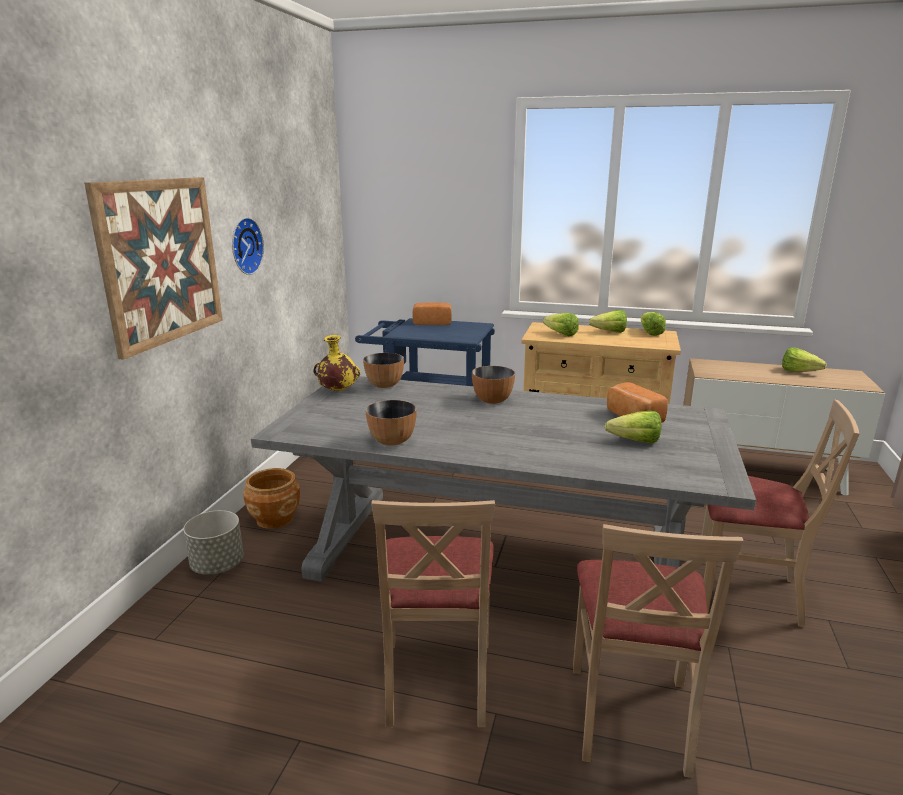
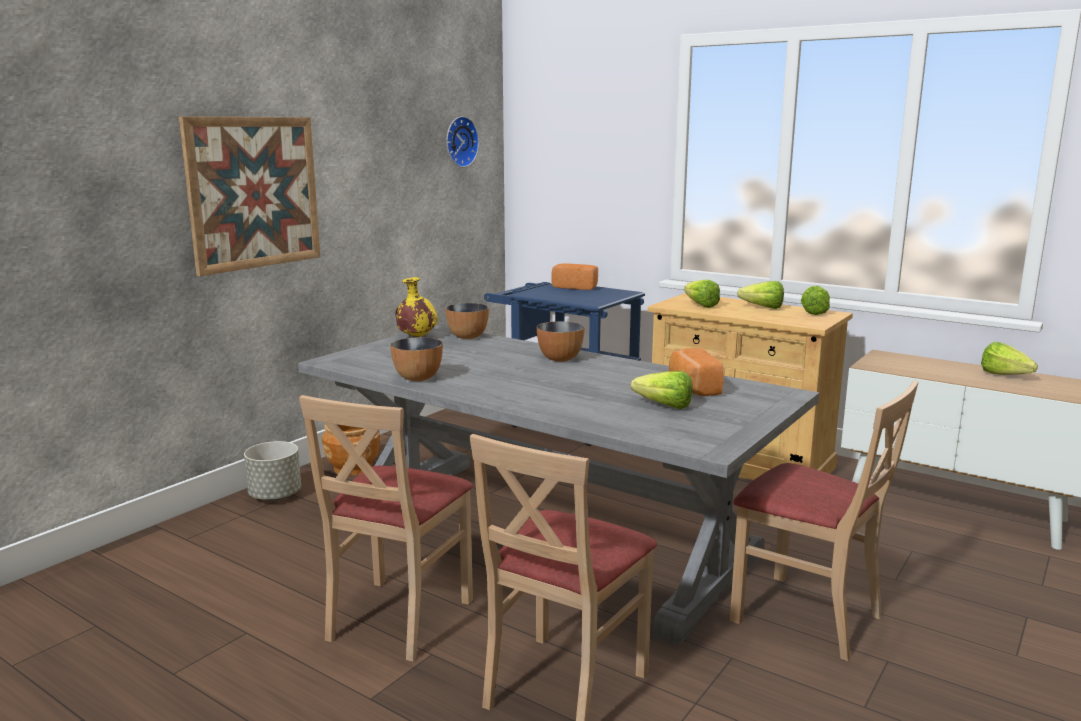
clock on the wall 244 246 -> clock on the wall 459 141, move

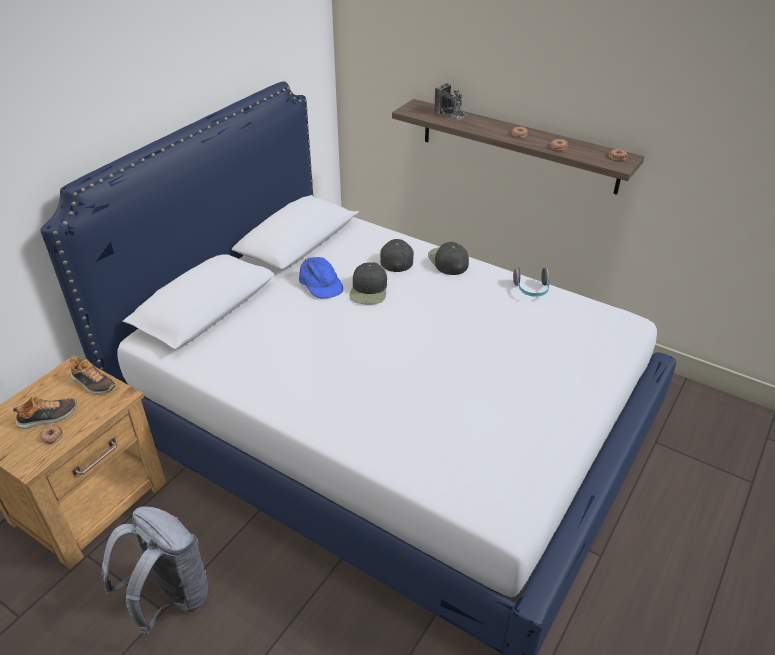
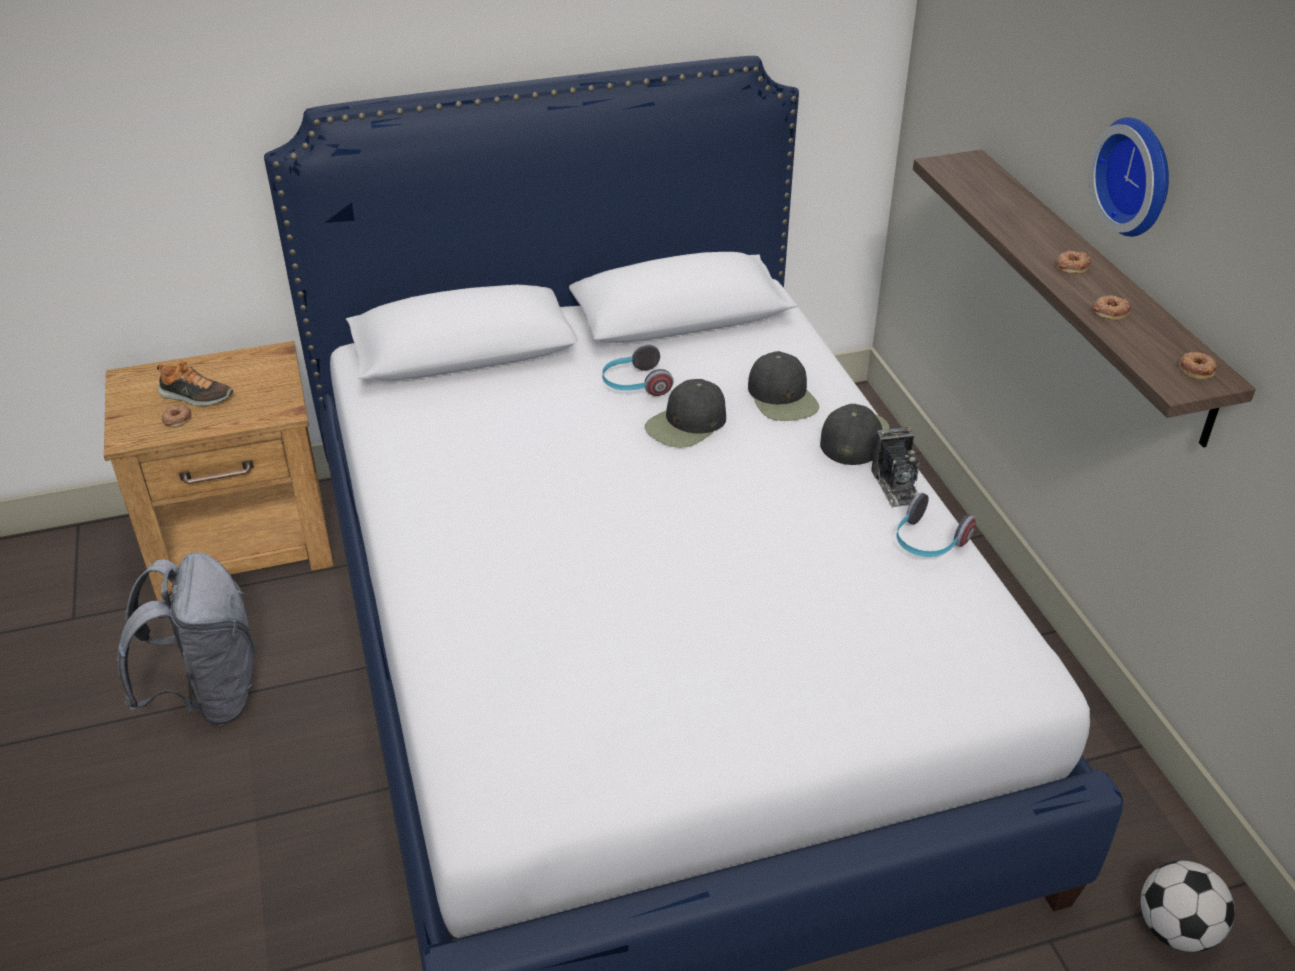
photo camera 451 113 -> photo camera 897 486, move
black-coloured baseball cap 396 257 -> black-coloured baseball cap 783 397, 120 degrees clockwise
blue baseball cap 320 283 -> headphones 635 385
low shoe 93 384 -> none
none -> clock on the wall 1138 176
none -> football 1175 930

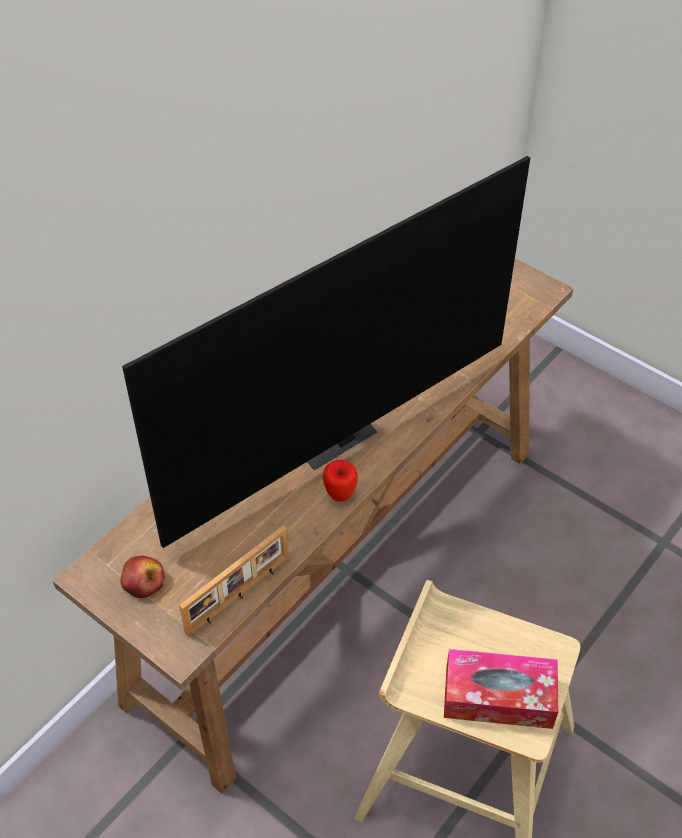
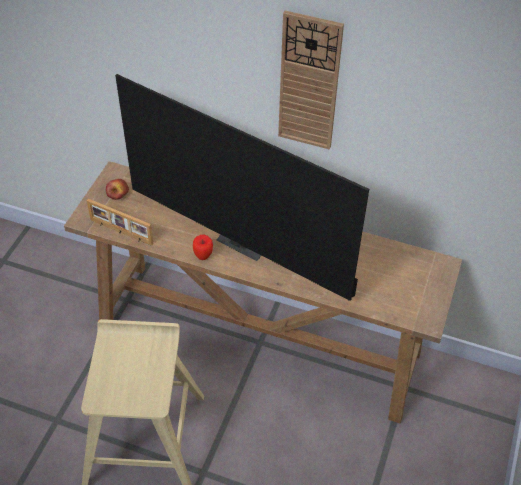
box of tissues 498 697 -> none
none -> clock on the wall 309 82

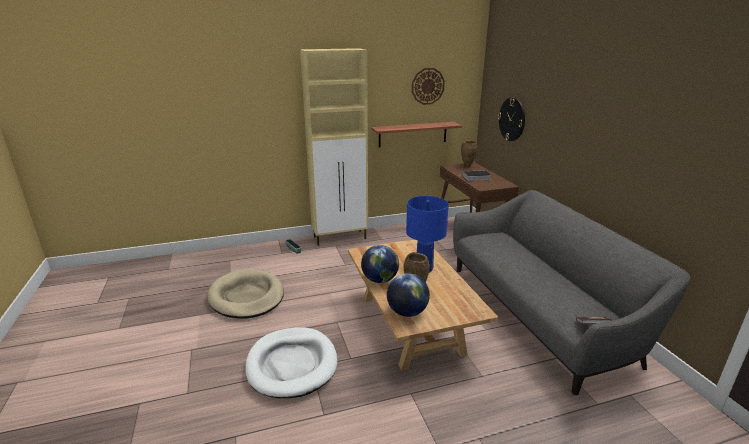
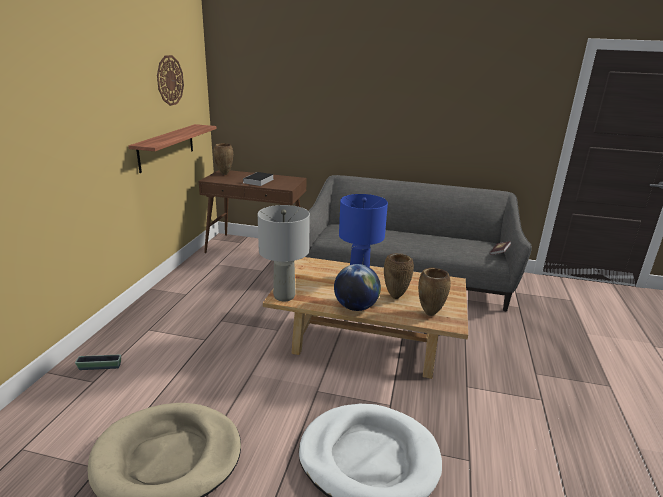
beige-coloured cupboard 340 238 -> none
clock on the wall 512 119 -> none
desk globe 407 312 -> brownish flower vase 429 314
none -> greyish table lamp 284 296

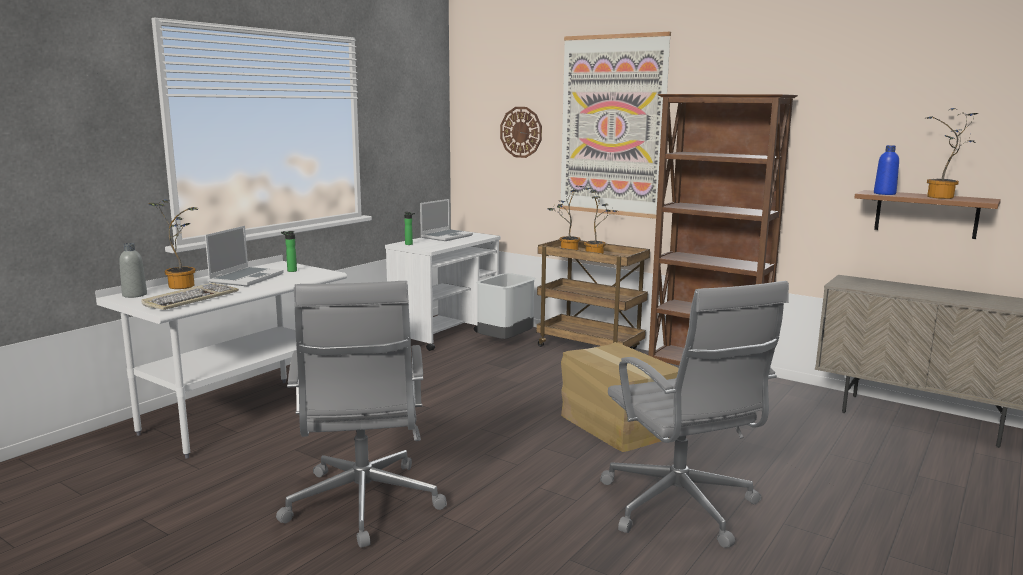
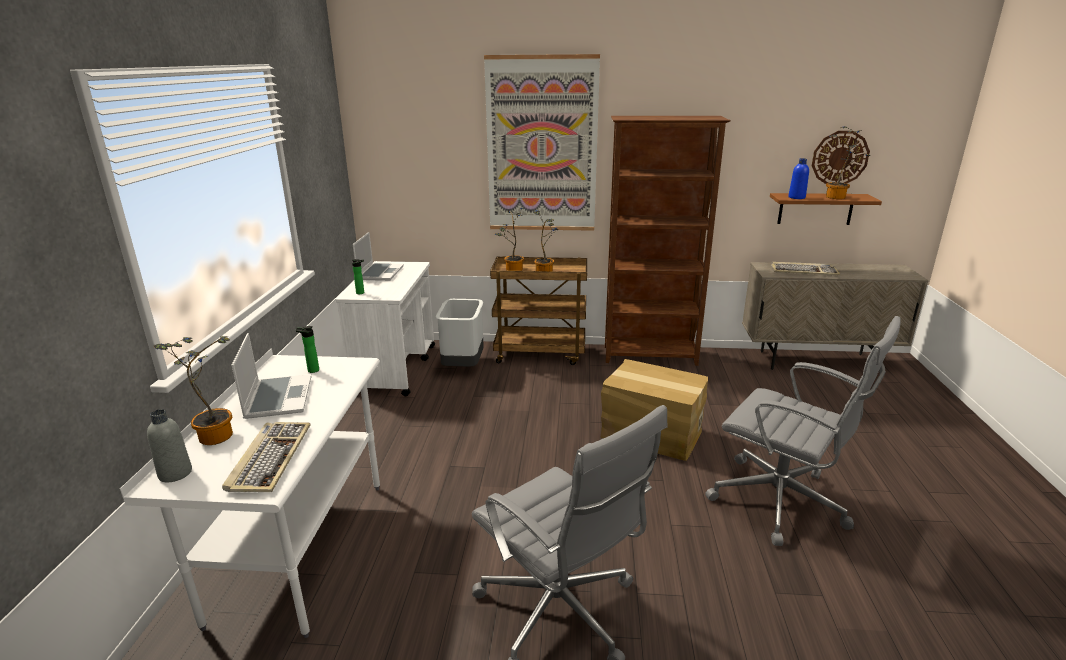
clock on the wall 521 132 -> clock on the wall 840 158, move
none -> keyboard 804 271

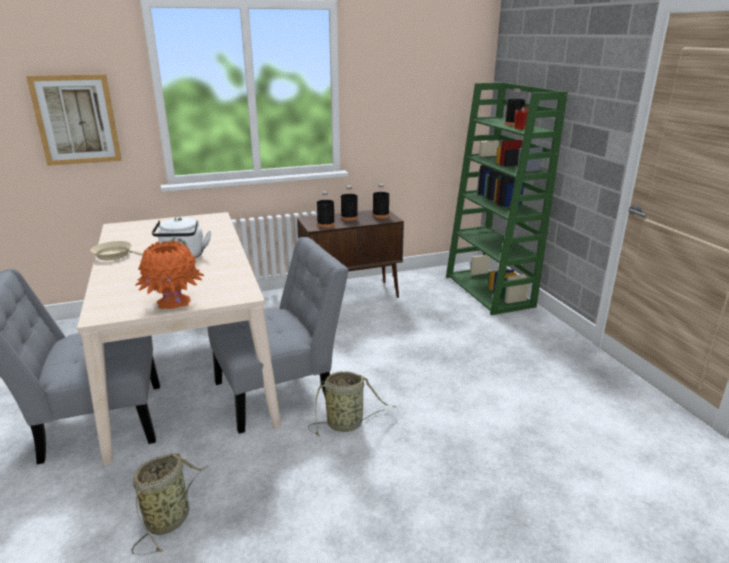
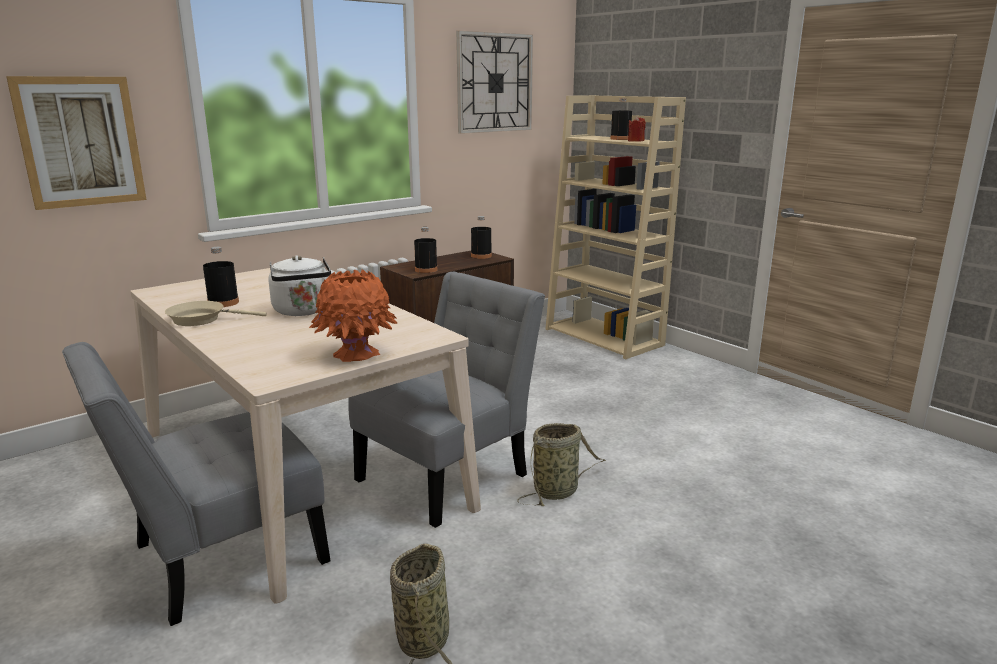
green shelving unit 490 291 -> beige-coloured shelving unit 605 337
black-coloured bottle 349 218 -> black-coloured bottle 223 303, move
none -> clock on the wall 494 83

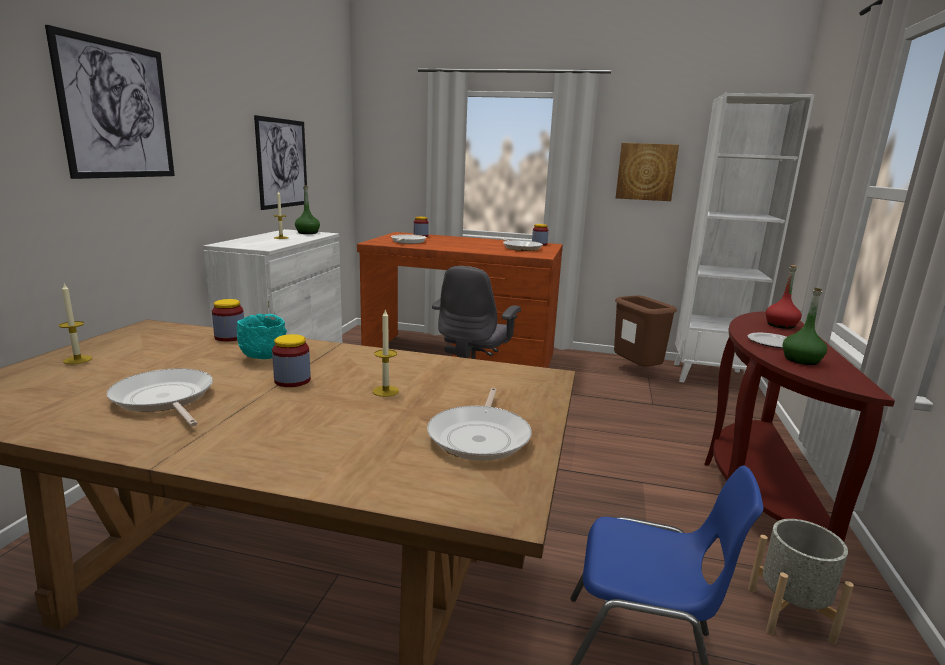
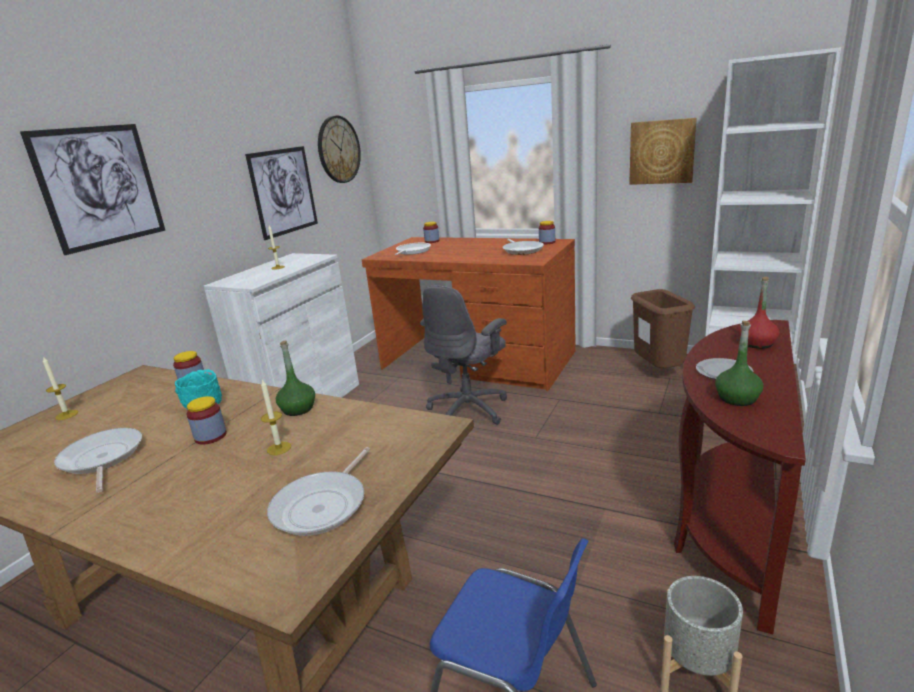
green bottle 307 233 -> green bottle 298 409, move
none -> clock on the wall 338 149

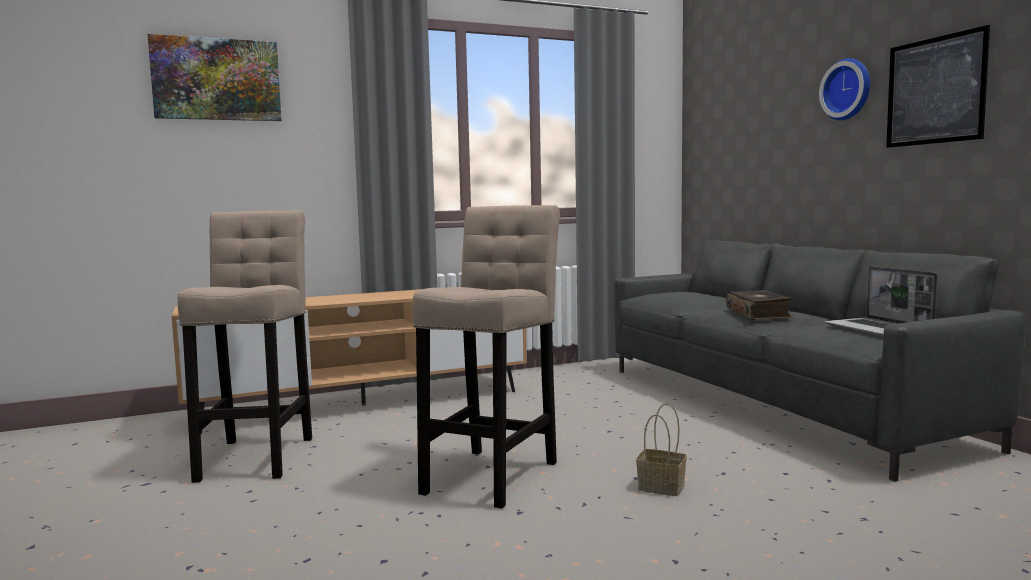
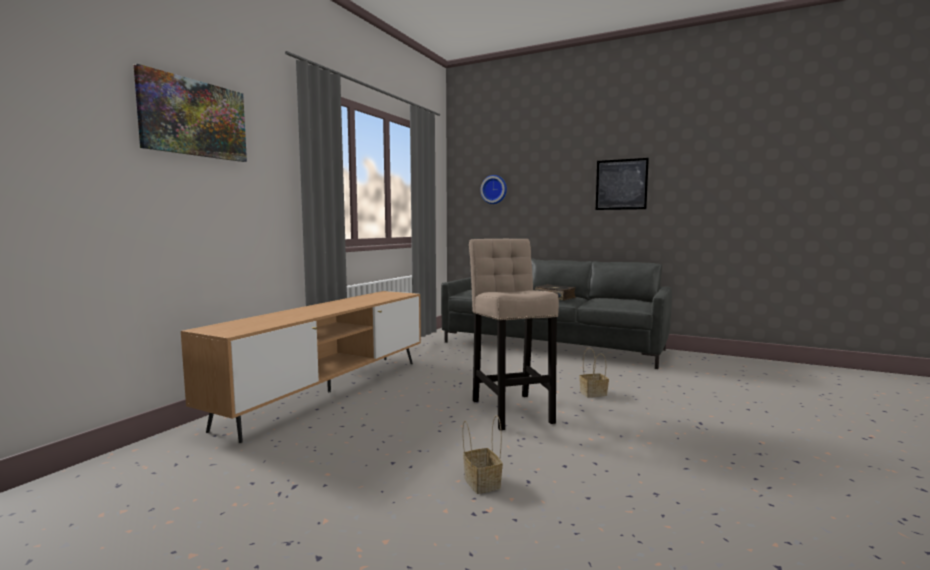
clock on the wall 848 89 -> clock on the wall 494 189, move
beige-coloured stool 258 456 -> none
notebook computer 879 330 -> none
none -> household basket 481 482

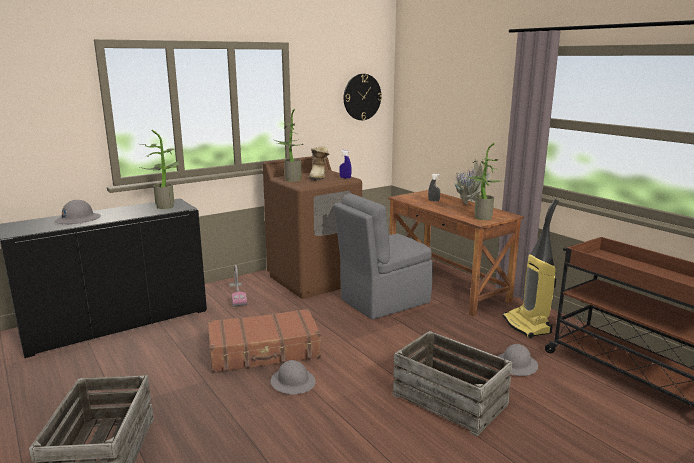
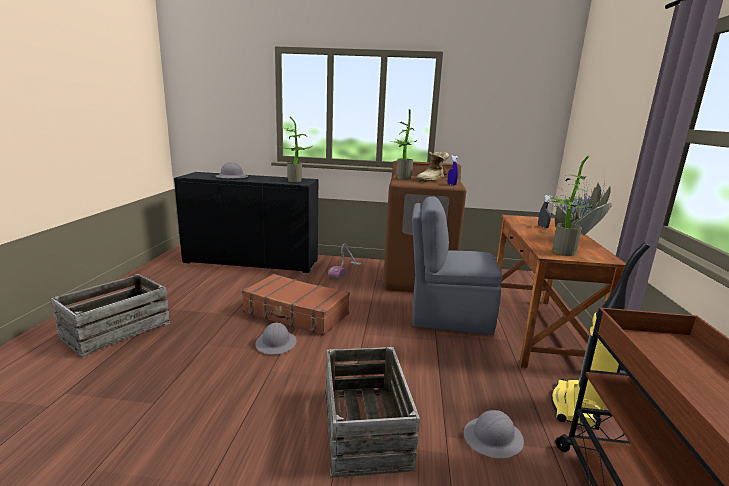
clock on the wall 362 97 -> none

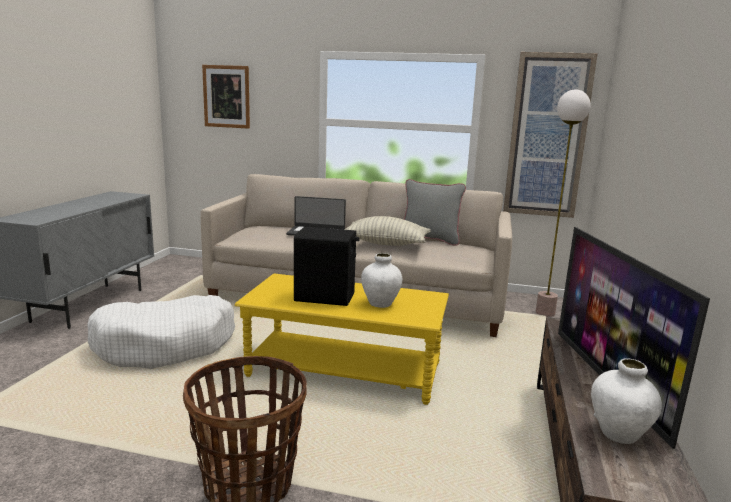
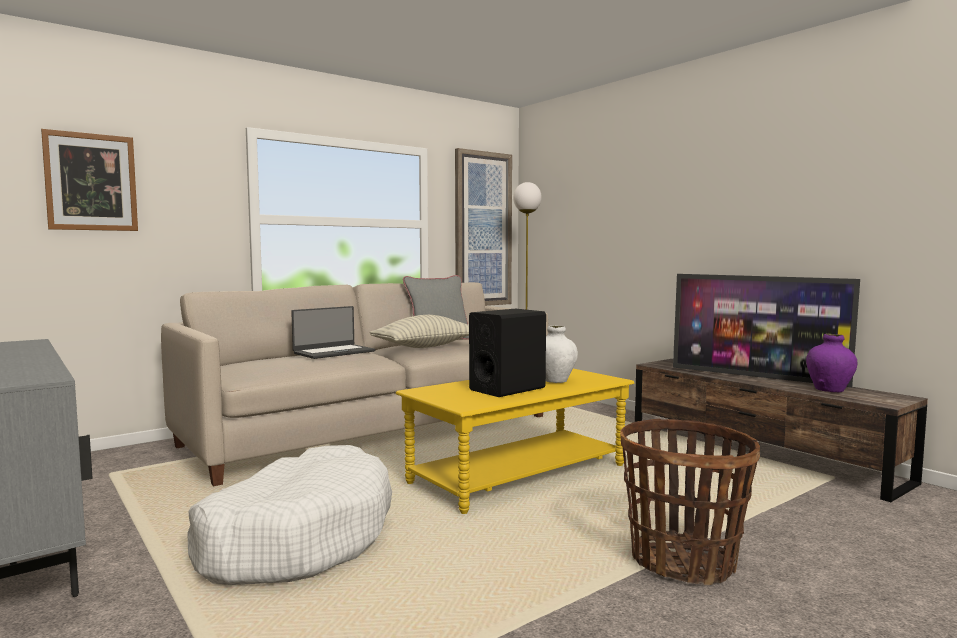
whitish flower vase 618 434 -> purplish flower vase 829 390

